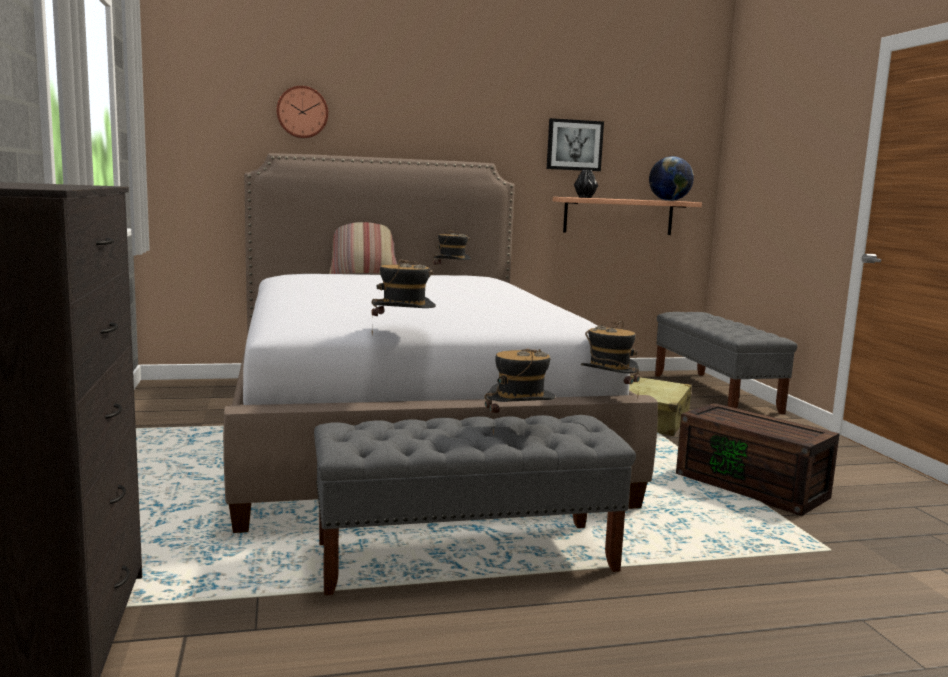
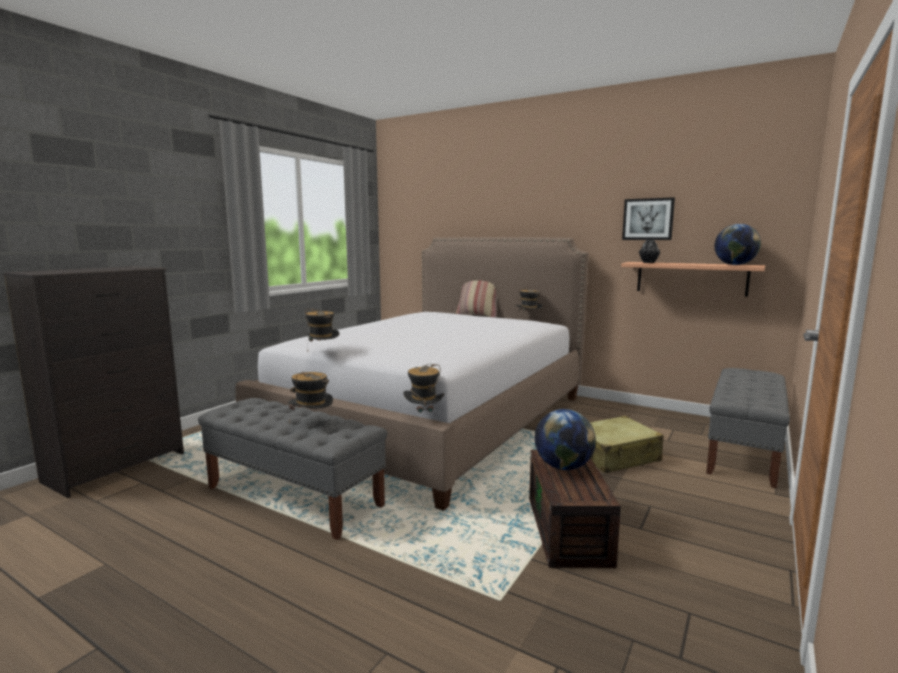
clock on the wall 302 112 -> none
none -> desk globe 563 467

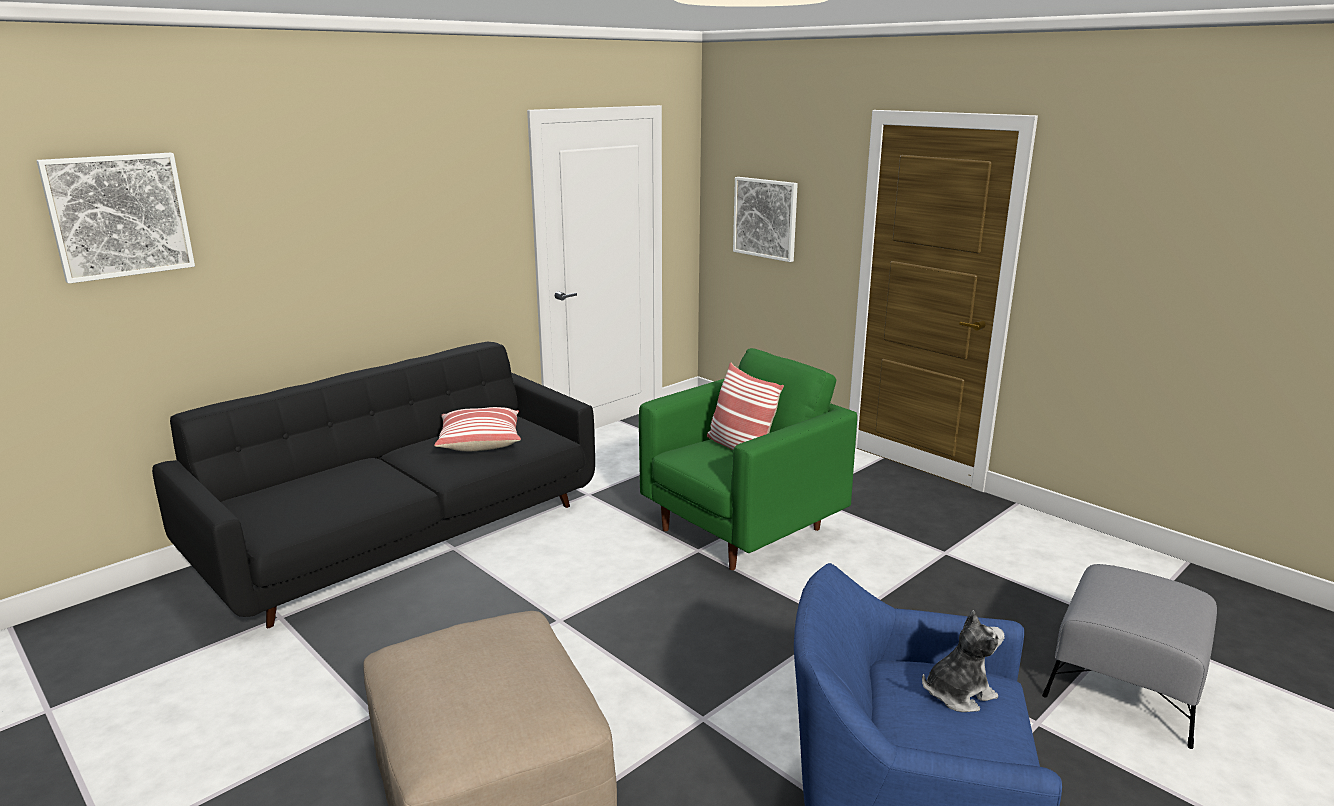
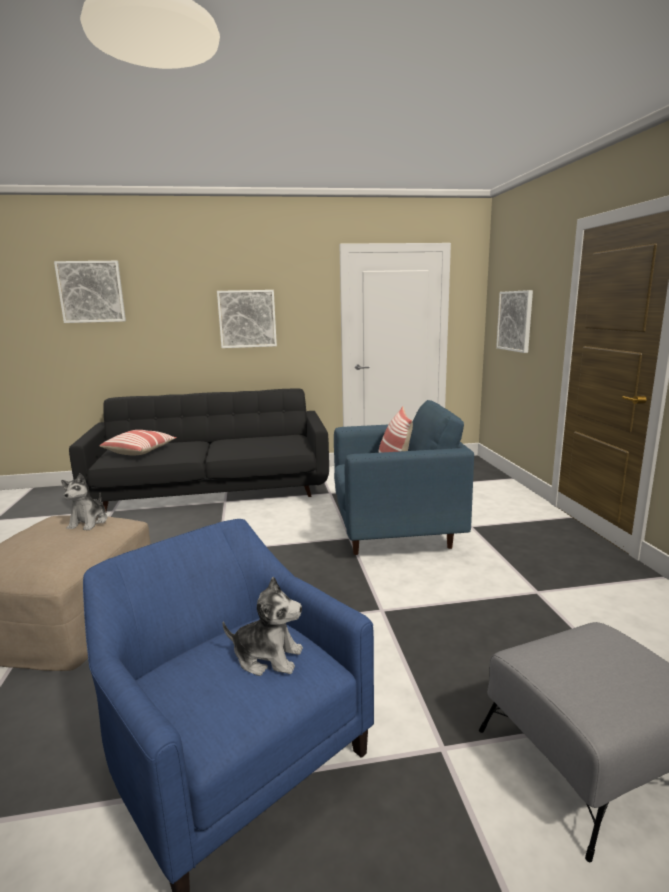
green lounge chair 741 529 -> blue lounge chair 395 534
pillow 479 441 -> pillow 140 451, move
none -> wall art 247 319
none -> cuddly toy 89 522

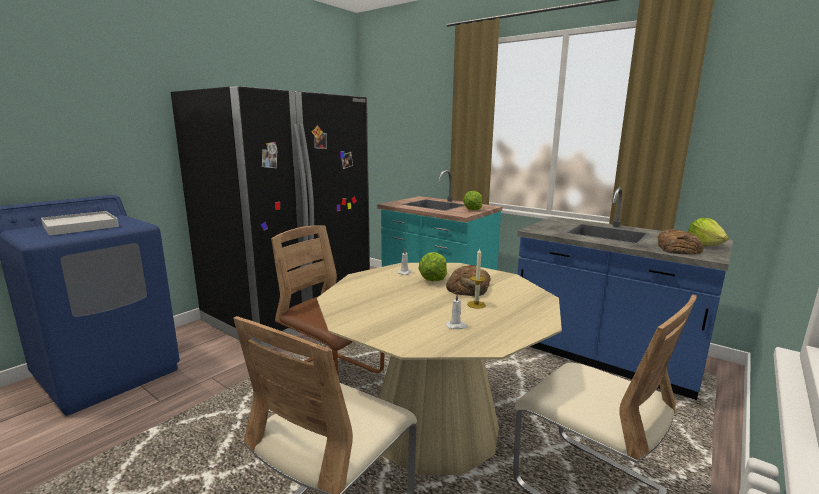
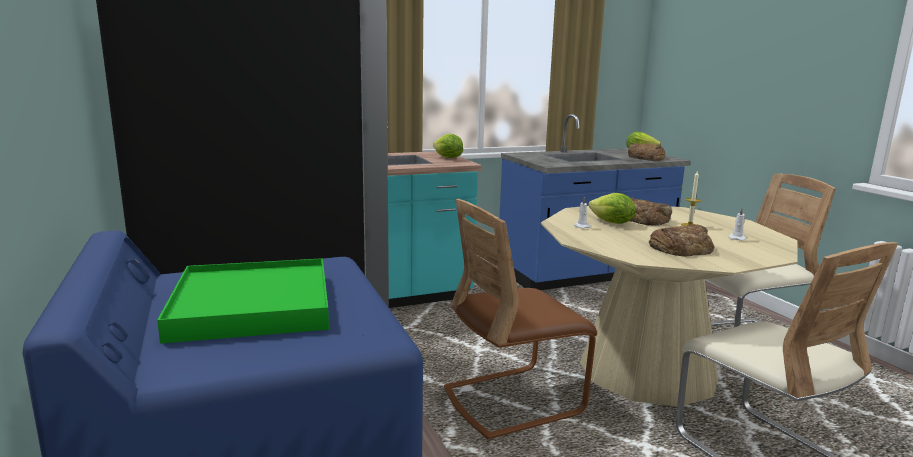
whitish serving tray 81 226 -> green serving tray 253 305
none -> baked bread 681 248

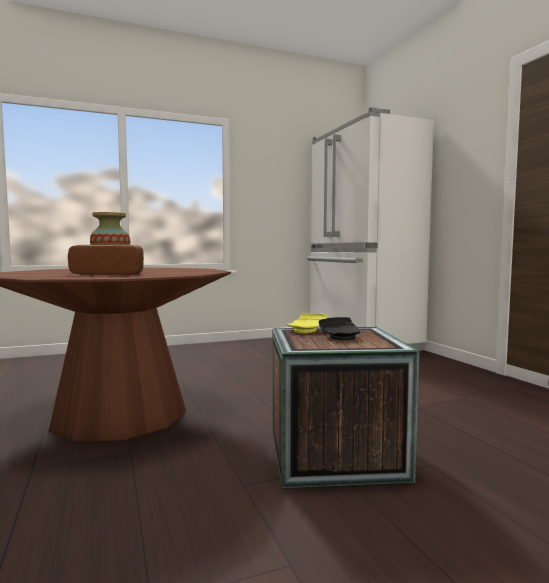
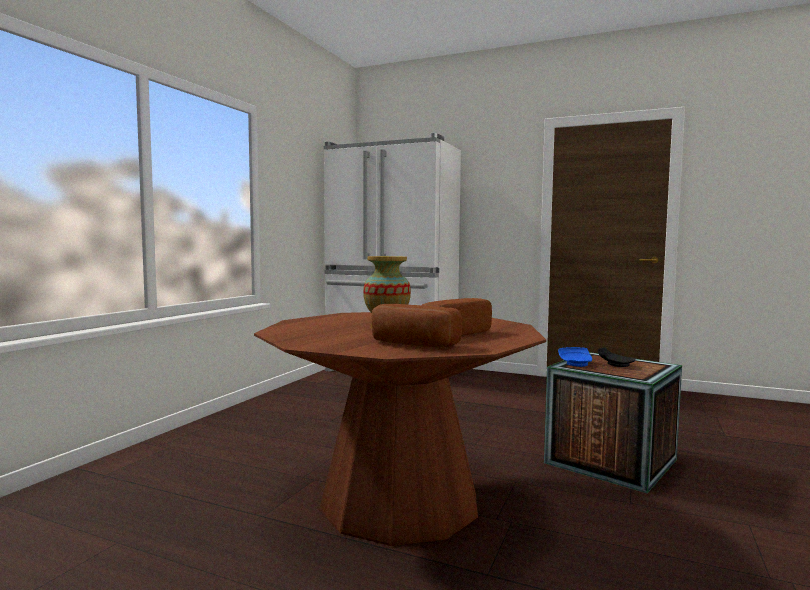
yellow-coloured dinner plate 307 330 -> blue dinner plate 576 363
none -> baked bread 411 344

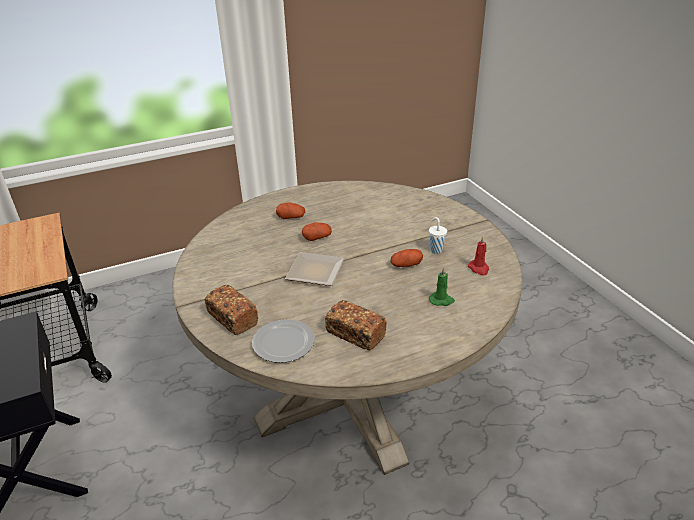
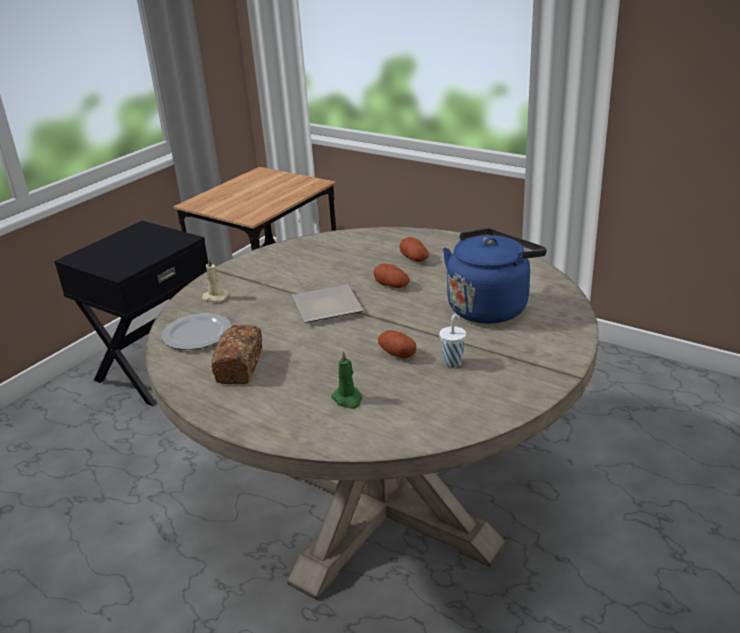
reddish candle 479 269 -> none
baked bread 232 318 -> beige-coloured candle 214 297
none -> blue kettle 490 306

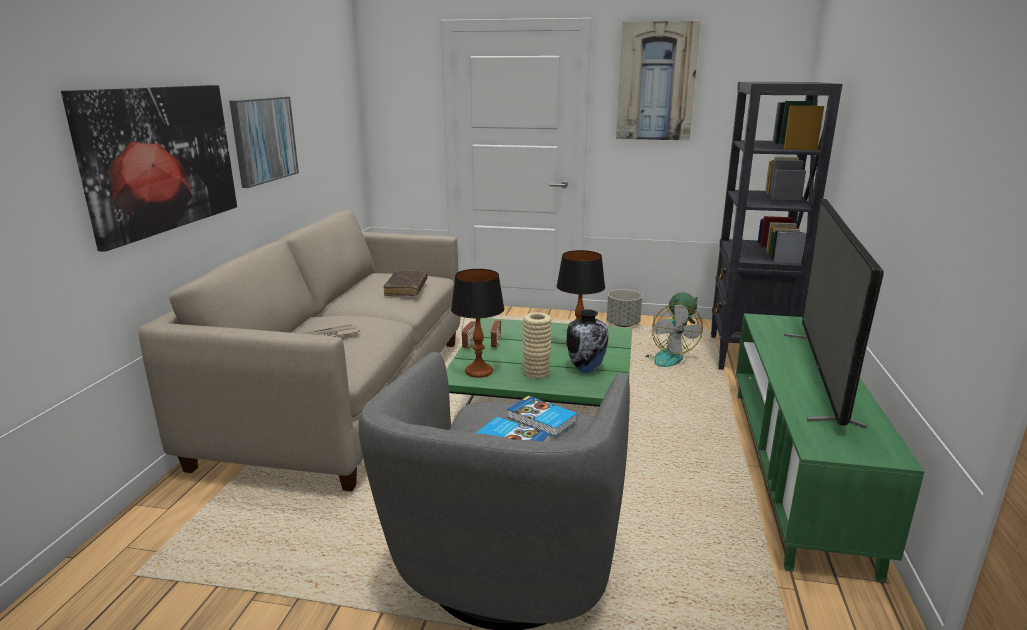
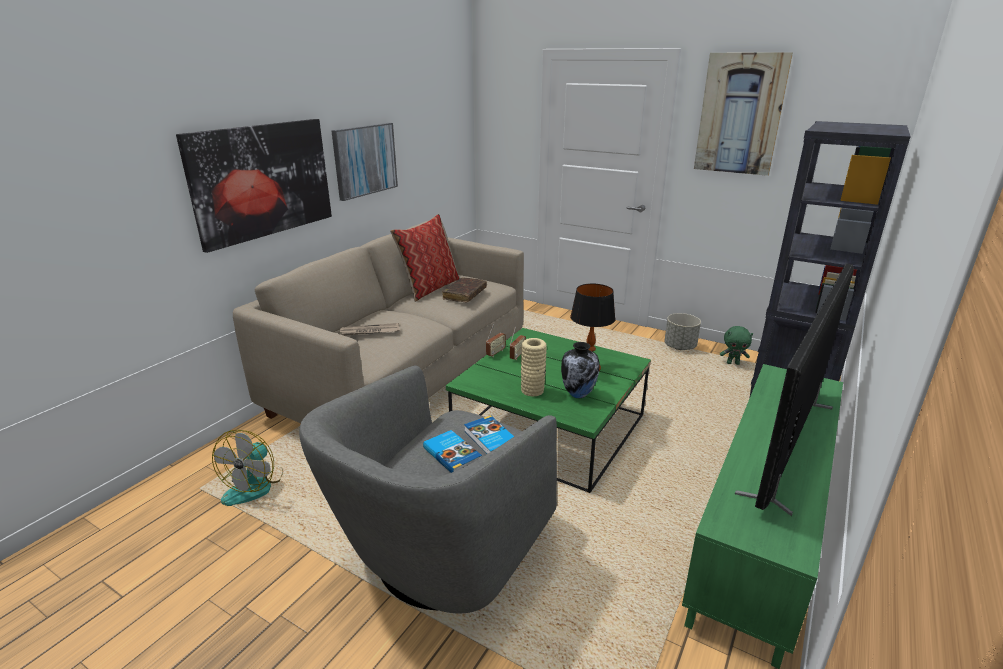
table lamp 479 371 -> none
fan 664 356 -> fan 255 485, move
none -> pillow 429 288

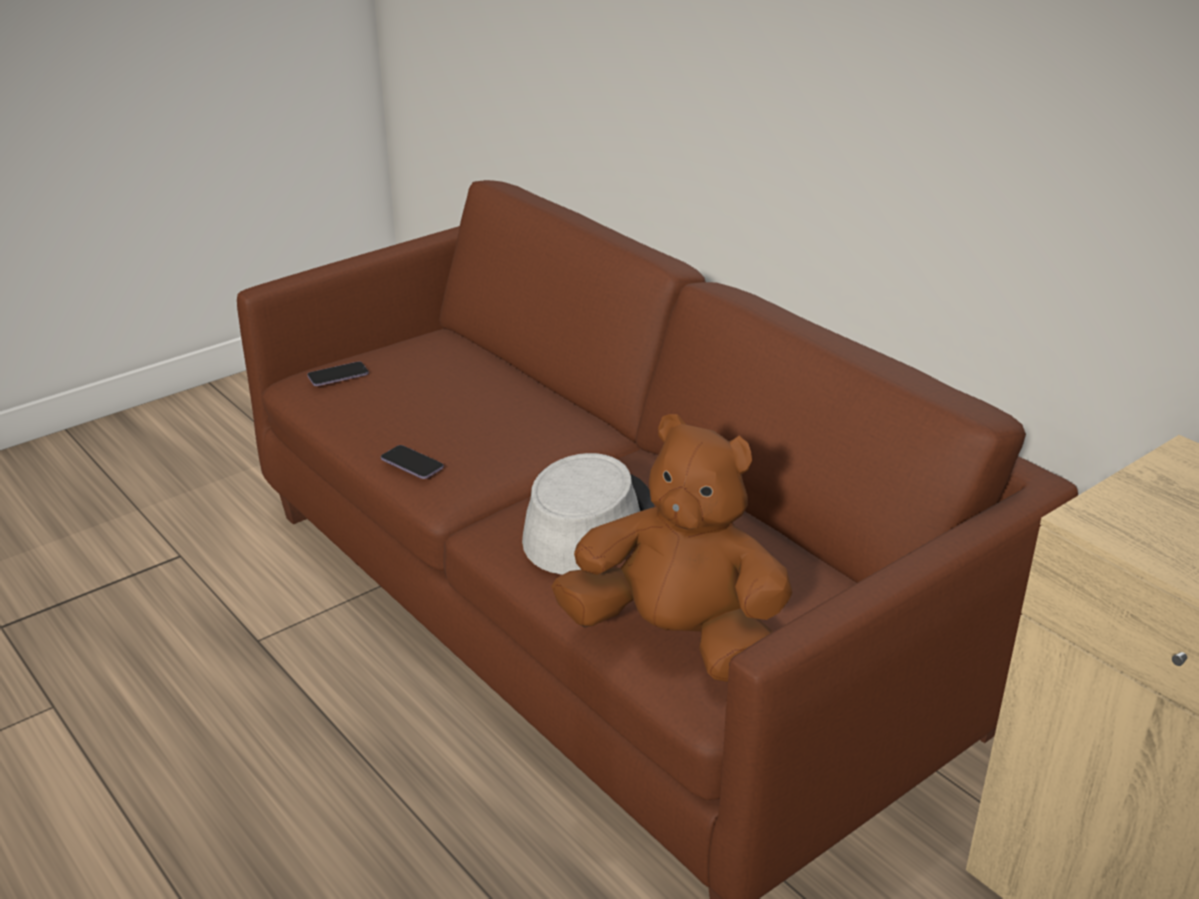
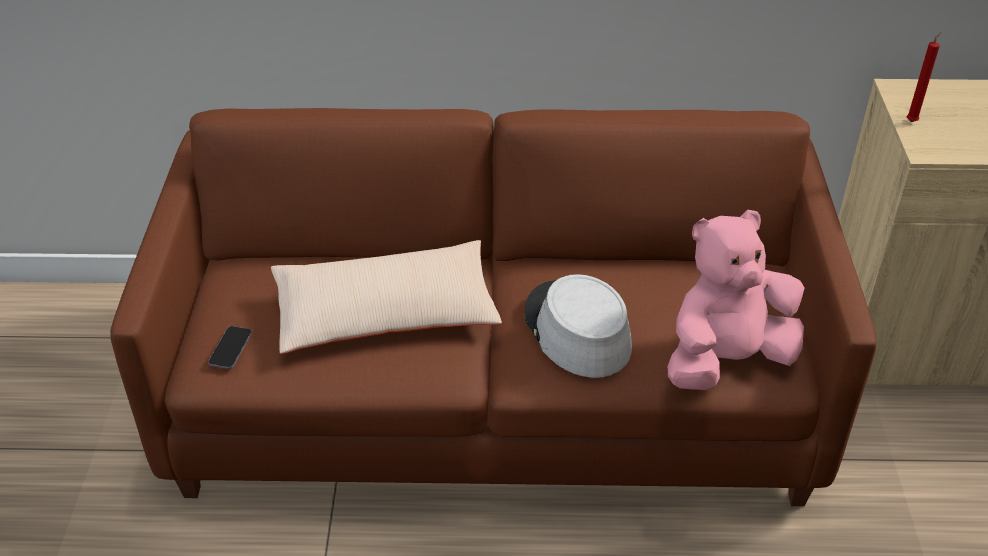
brownish cuddly toy 677 639 -> pink cuddly toy 726 360
handset 412 464 -> none
none -> reddish candle 912 121
none -> beige-coloured pillow 386 314

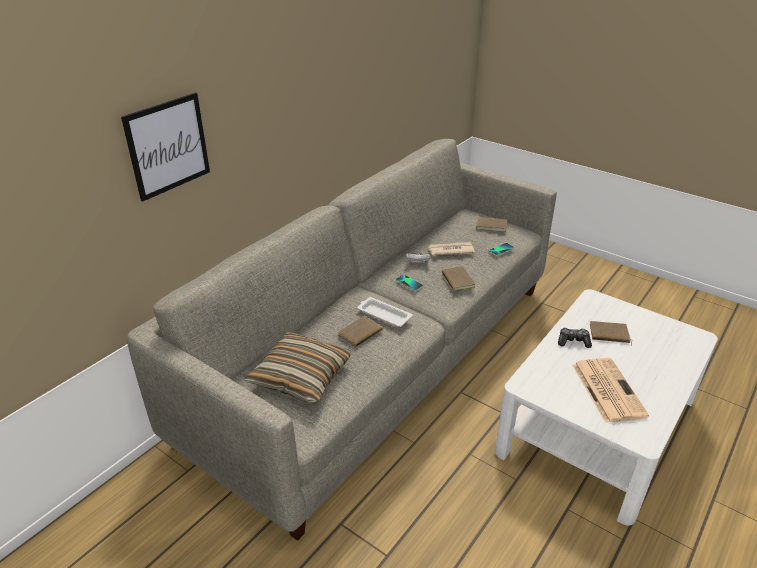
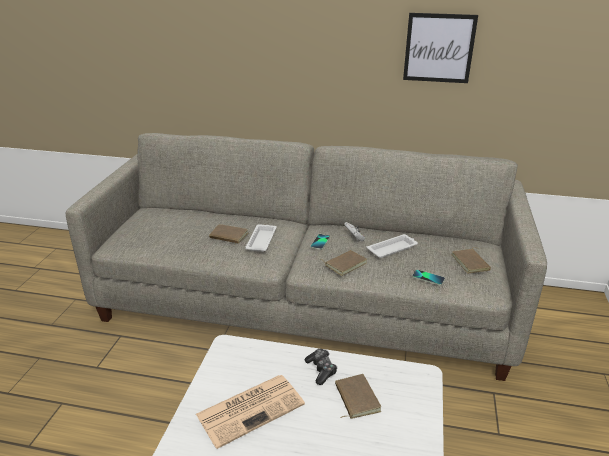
wall art 168 146 -> wall art 439 48, move
daily paper 450 250 -> whitish serving tray 392 249
pillow 301 376 -> none

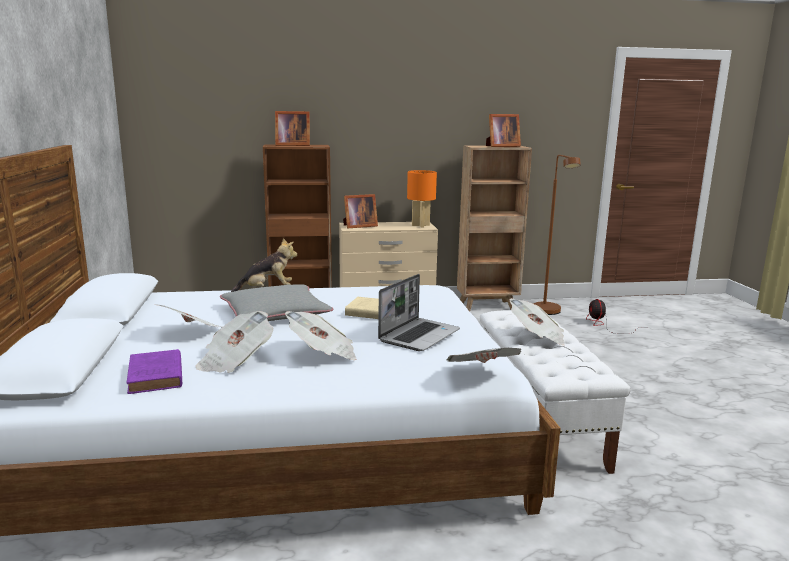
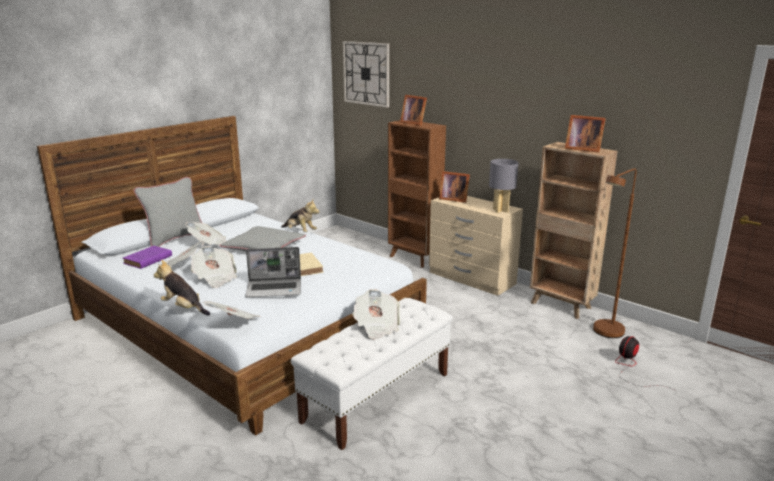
orange-coloured table lamp 420 225 -> greyish table lamp 500 210
none -> clock on the wall 366 73
none -> greyish pillow 175 238
none -> cuddly toy 184 308

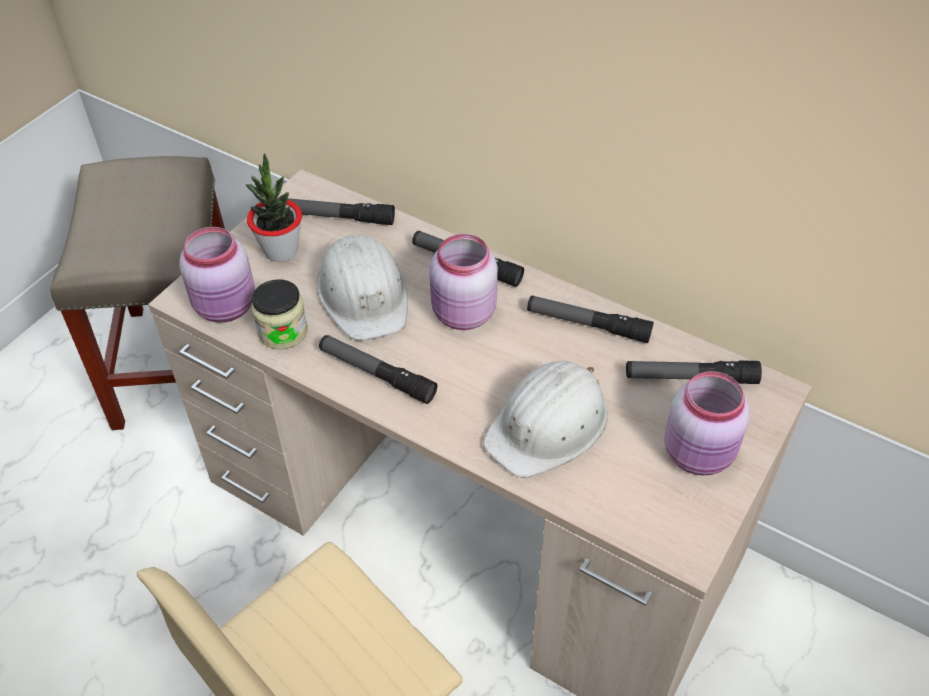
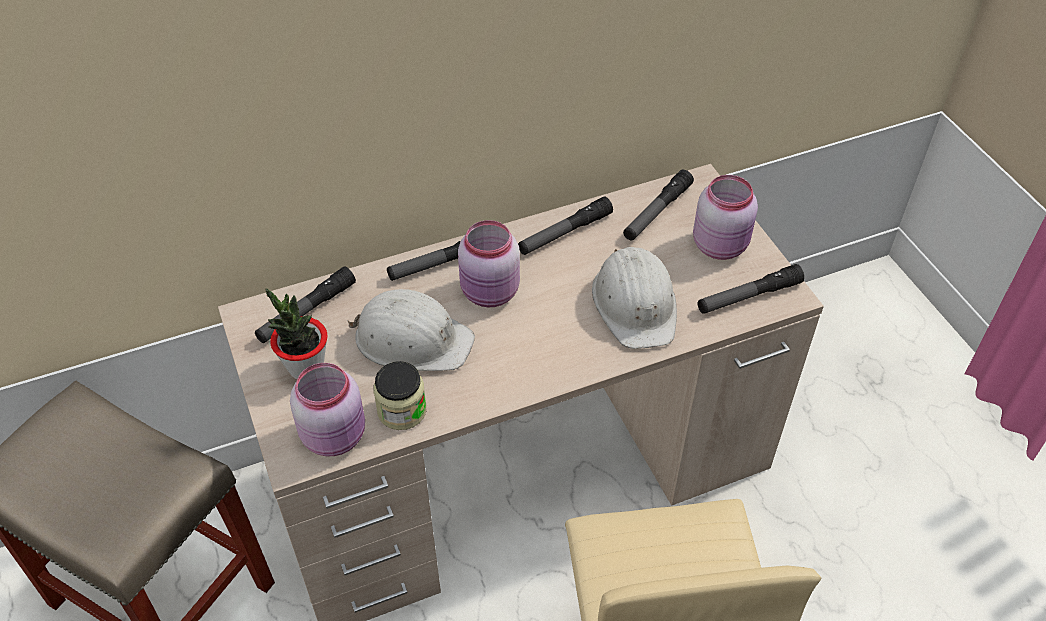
flashlight 377 374 -> flashlight 748 296, move

